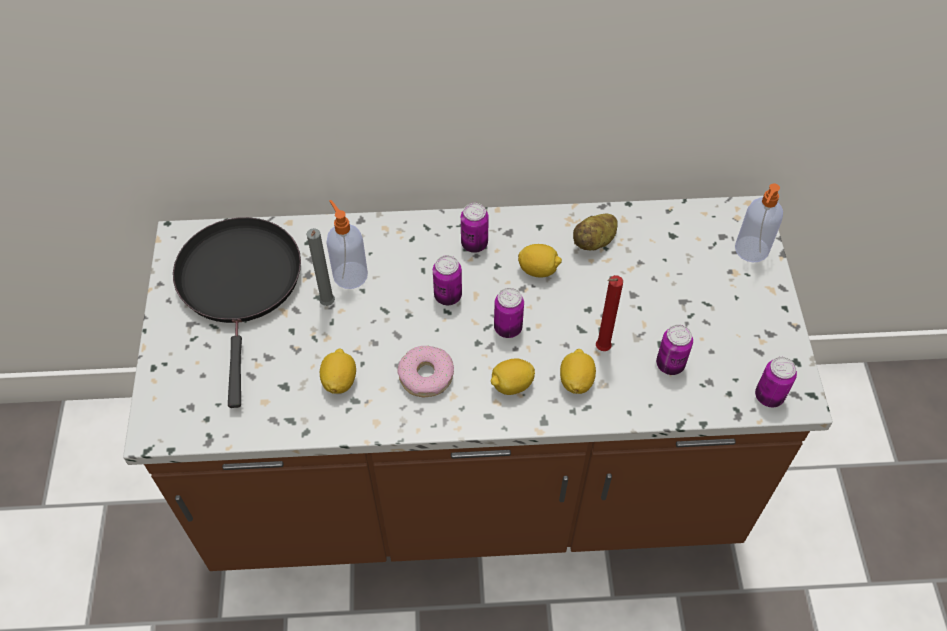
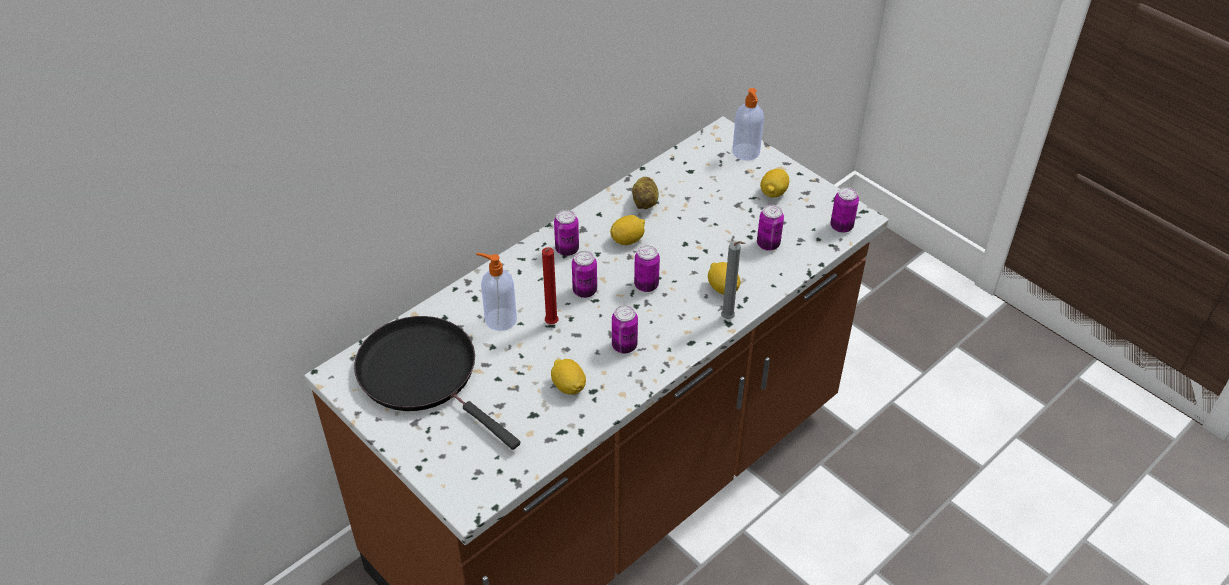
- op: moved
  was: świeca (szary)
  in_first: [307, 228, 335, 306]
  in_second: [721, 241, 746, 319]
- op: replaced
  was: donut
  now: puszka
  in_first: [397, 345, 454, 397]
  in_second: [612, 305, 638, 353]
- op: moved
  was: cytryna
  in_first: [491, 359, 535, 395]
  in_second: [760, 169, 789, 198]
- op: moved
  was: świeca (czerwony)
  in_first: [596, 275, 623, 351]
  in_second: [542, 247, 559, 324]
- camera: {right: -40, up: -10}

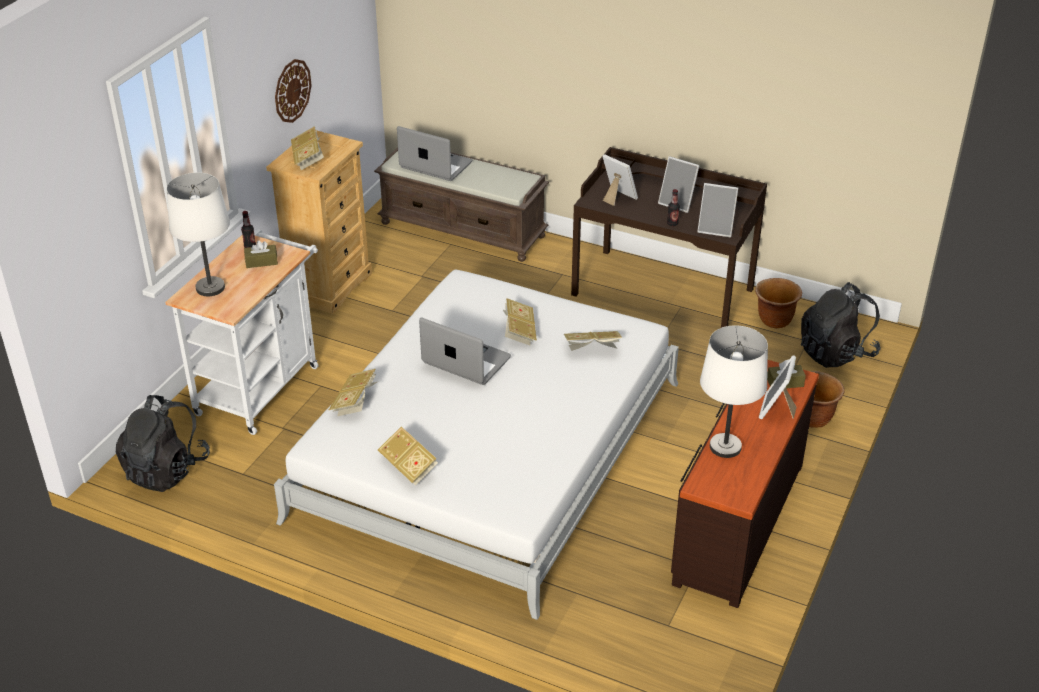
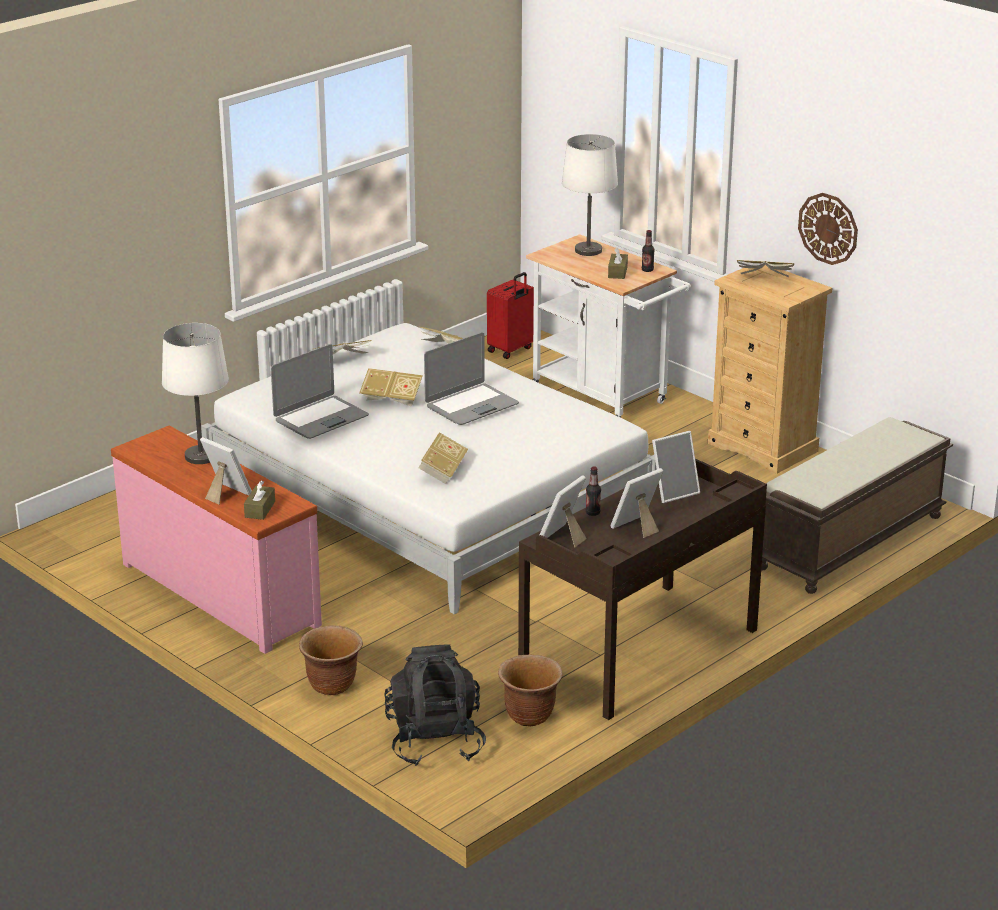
- op: replaced
  was: plecak (czarny)
  now: walizka (czerwony)
  in_first: [116, 395, 210, 492]
  in_second: [487, 272, 534, 359]
- op: moved
  was: laptop
  in_first: [397, 126, 472, 181]
  in_second: [271, 344, 369, 439]
- op: moved
  was: książka
  in_first: [502, 298, 537, 345]
  in_second: [359, 368, 423, 407]
- op: recoloured
  was: komoda (brązowy)
  now: komoda (różowy)
  in_first: [671, 360, 819, 608]
  in_second: [111, 425, 322, 654]
- camera: {right: 110, up: -10}

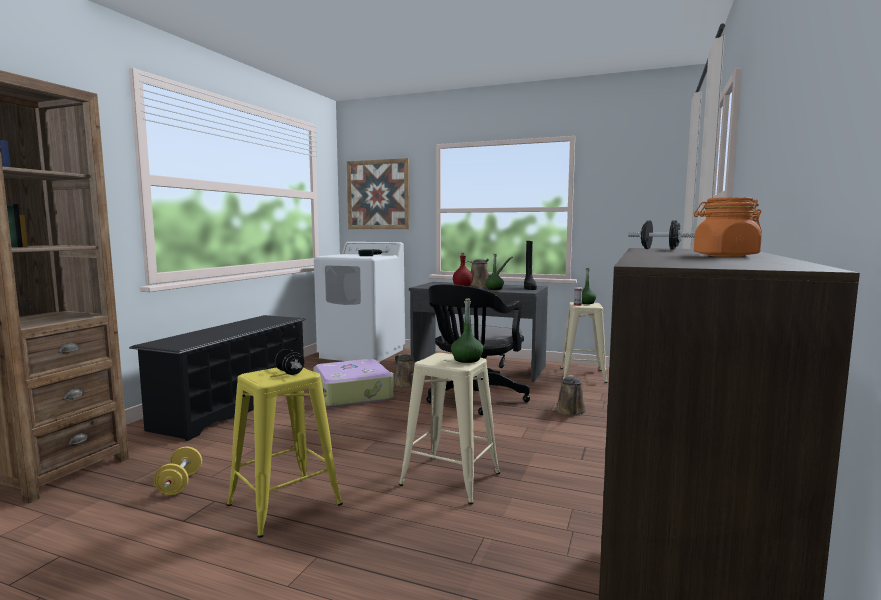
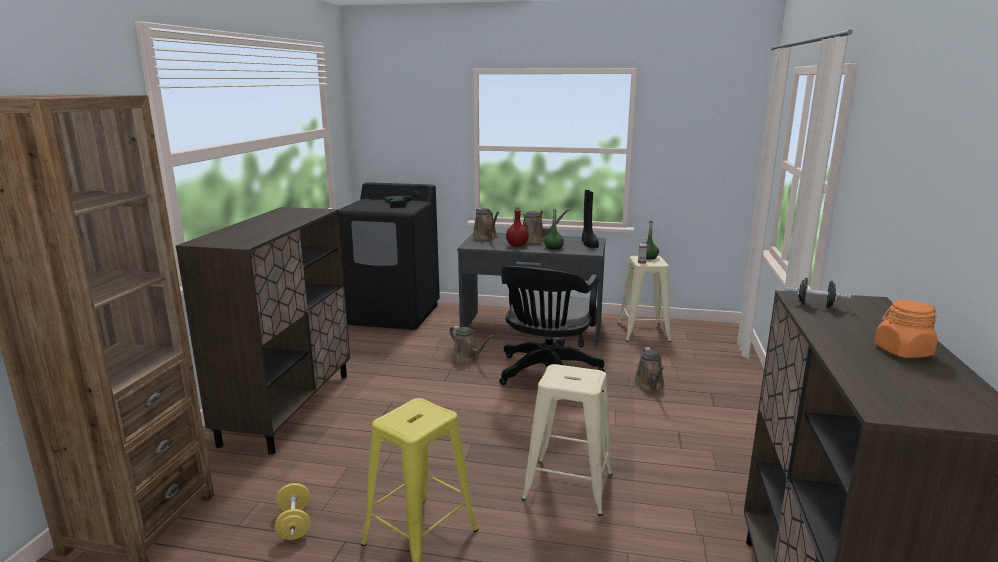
- op: replaced
  was: regał na buty (czarny)
  now: szafka (brązowy)
  in_first: [129, 315, 306, 441]
  in_second: [176, 207, 350, 455]
- op: removed
  was: hantel (czarny)
  in_first: [275, 349, 304, 375]
- op: removed
  was: walizka
  in_first: [313, 359, 394, 407]
- op: recoloured
  was: pralka (biały)
  now: pralka (czarny)
  in_first: [314, 242, 405, 362]
  in_second: [339, 182, 440, 330]
- op: removed
  was: obraz
  in_first: [347, 158, 410, 229]
- op: removed
  was: butelka (zielony)
  in_first: [451, 298, 483, 363]
- op: added
  now: konewka (brązowy)
  in_second: [472, 208, 499, 240]
- camera: {right: -10, up: 10}

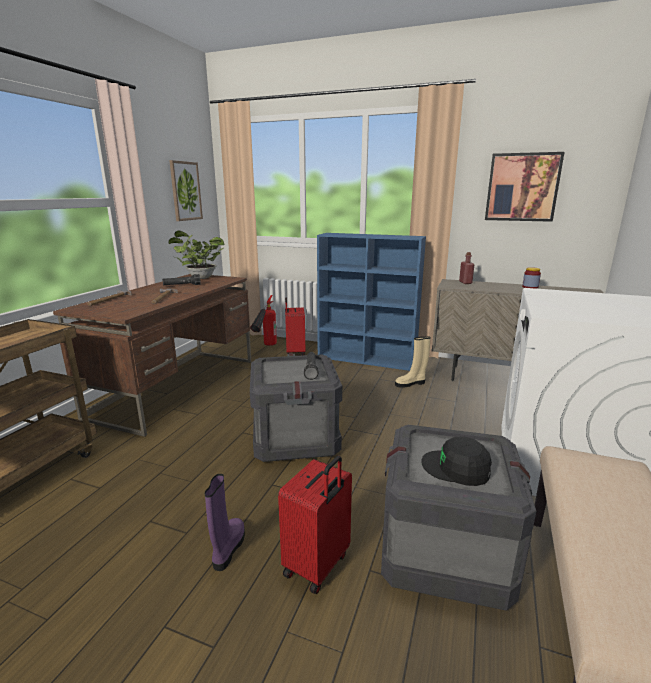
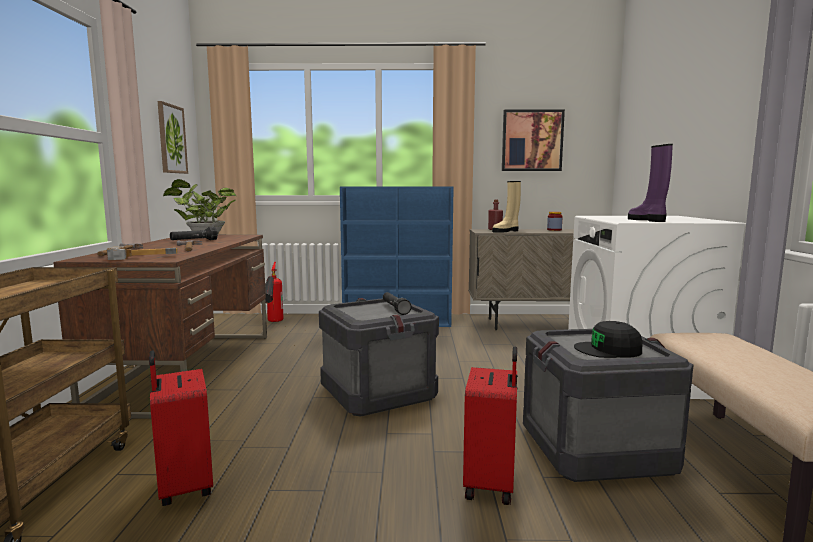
- op: moved
  was: but z cholewką (fioletowy)
  in_first: [205, 474, 245, 571]
  in_second: [628, 144, 673, 222]
- op: moved
  was: walizka (czerwony)
  in_first: [285, 298, 305, 355]
  in_second: [149, 350, 213, 506]
- op: moved
  was: but z cholewką (beżowy)
  in_first: [395, 336, 430, 387]
  in_second: [492, 181, 521, 233]
- op: added
  now: młotek
  in_second: [107, 246, 178, 260]
- camera: {right: -20, up: -10}

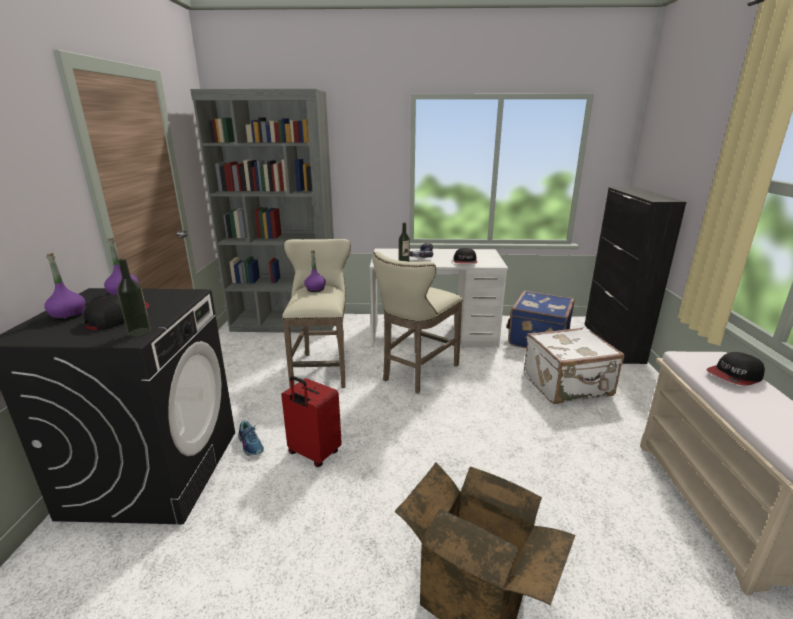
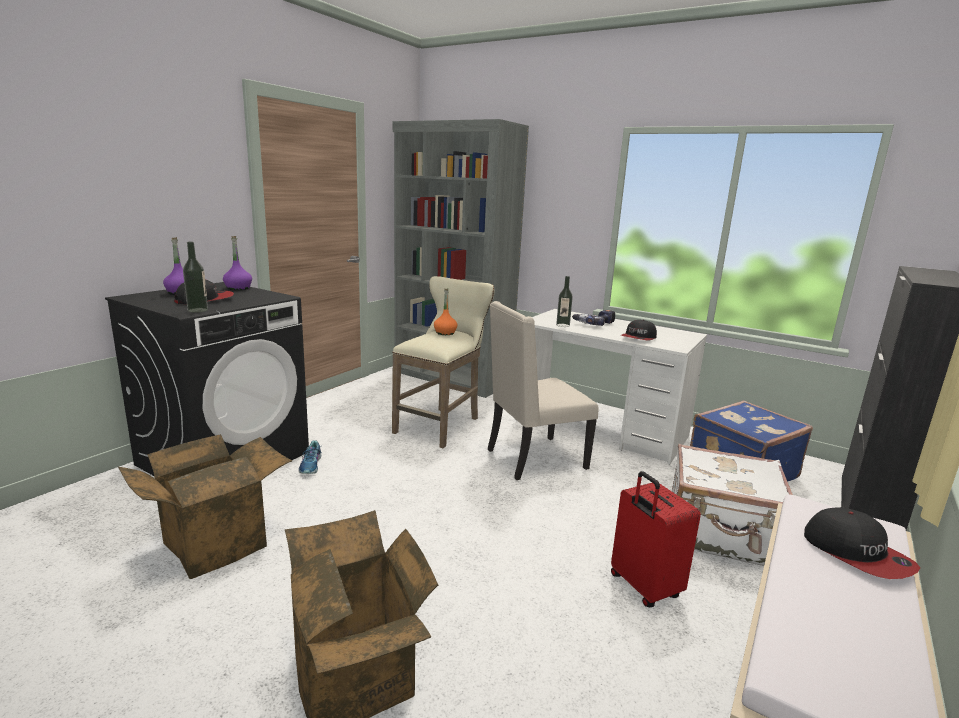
- op: moved
  was: walizka (czerwony)
  in_first: [281, 376, 342, 467]
  in_second: [611, 471, 701, 607]
- op: recoloured
  was: butelka (fioletowy)
  now: butelka (pomarańczowy)
  in_first: [304, 250, 326, 292]
  in_second: [434, 289, 457, 335]
- op: replaced
  was: stołek (beżowy)
  now: krzesło (beżowy)
  in_first: [373, 251, 463, 394]
  in_second: [488, 301, 599, 480]
- op: turned
  was: czapka z daszkiem
  in_first: [706, 352, 765, 386]
  in_second: [804, 507, 921, 579]
  clockwise: -120
- op: added
  now: karton
  in_second: [118, 434, 292, 579]
- camera: {right: 30, up: -5}

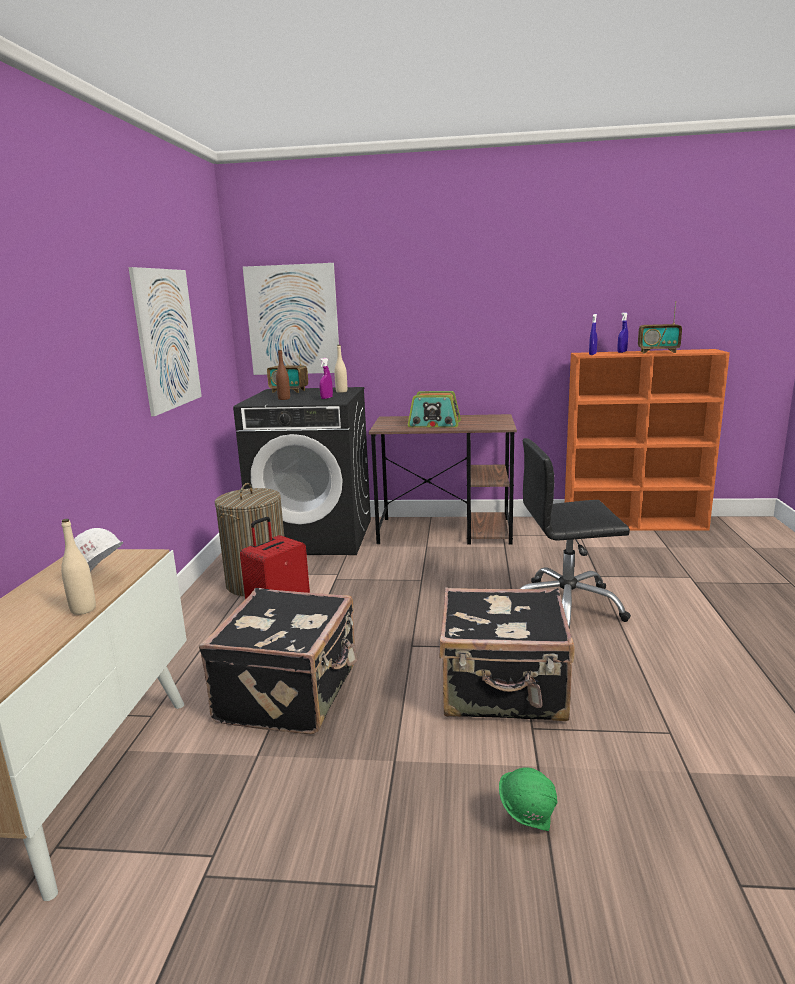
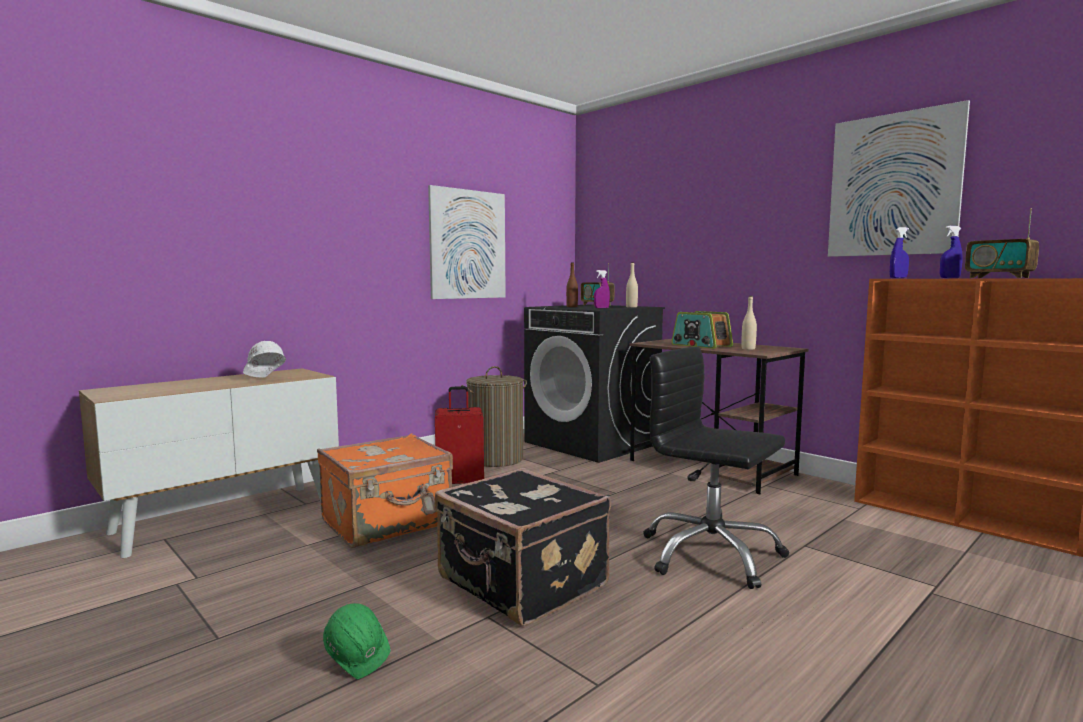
- op: moved
  was: butelka (beżowy)
  in_first: [61, 519, 96, 615]
  in_second: [741, 296, 757, 350]
- op: recoloured
  was: walizka (czarny)
  now: walizka (pomarańczowy)
  in_first: [199, 588, 358, 734]
  in_second: [317, 434, 453, 548]
- op: moved
  was: obraz
  in_first: [243, 263, 339, 375]
  in_second: [828, 100, 970, 257]
- camera: {right: 40, up: -10}

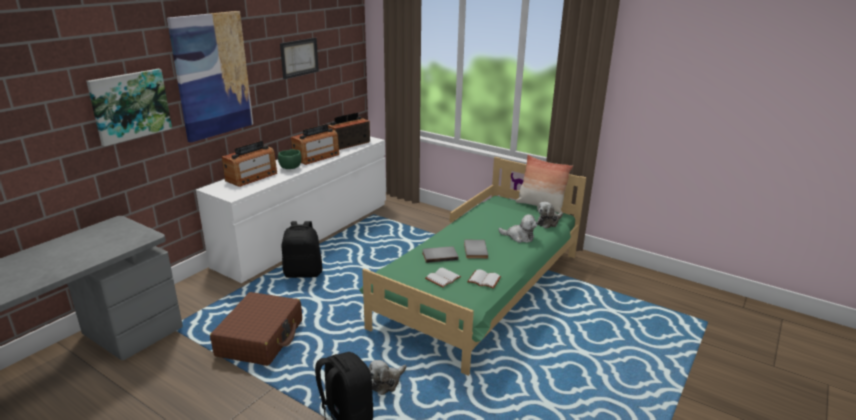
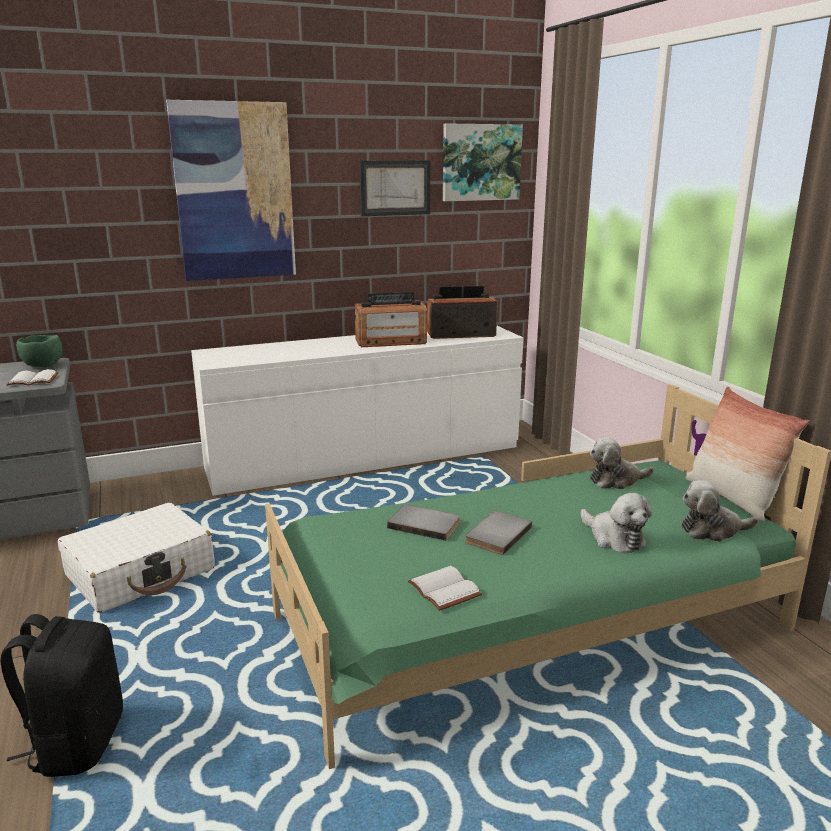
- op: moved
  was: obraz
  in_first: [86, 69, 172, 146]
  in_second: [443, 123, 523, 201]
- op: recoloured
  was: walizka (brązowy)
  now: walizka (biały)
  in_first: [210, 292, 302, 366]
  in_second: [58, 503, 215, 613]
- op: removed
  was: radio
  in_first: [222, 141, 277, 187]
- op: moved
  was: miska (zielony)
  in_first: [278, 149, 302, 169]
  in_second: [16, 335, 62, 367]
- op: removed
  was: plecak (czarny)
  in_first: [282, 221, 323, 278]
- op: moved
  was: pluszak
  in_first: [369, 360, 406, 395]
  in_second: [590, 437, 654, 489]
- op: moved
  was: książka (biały)
  in_first: [425, 267, 461, 288]
  in_second: [6, 369, 59, 386]
- camera: {right: 35, up: -5}

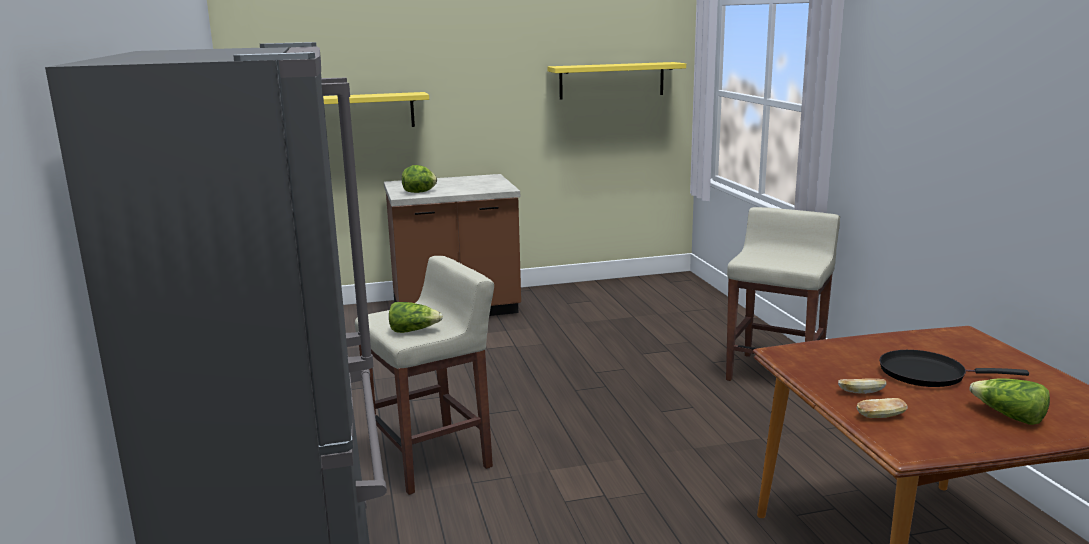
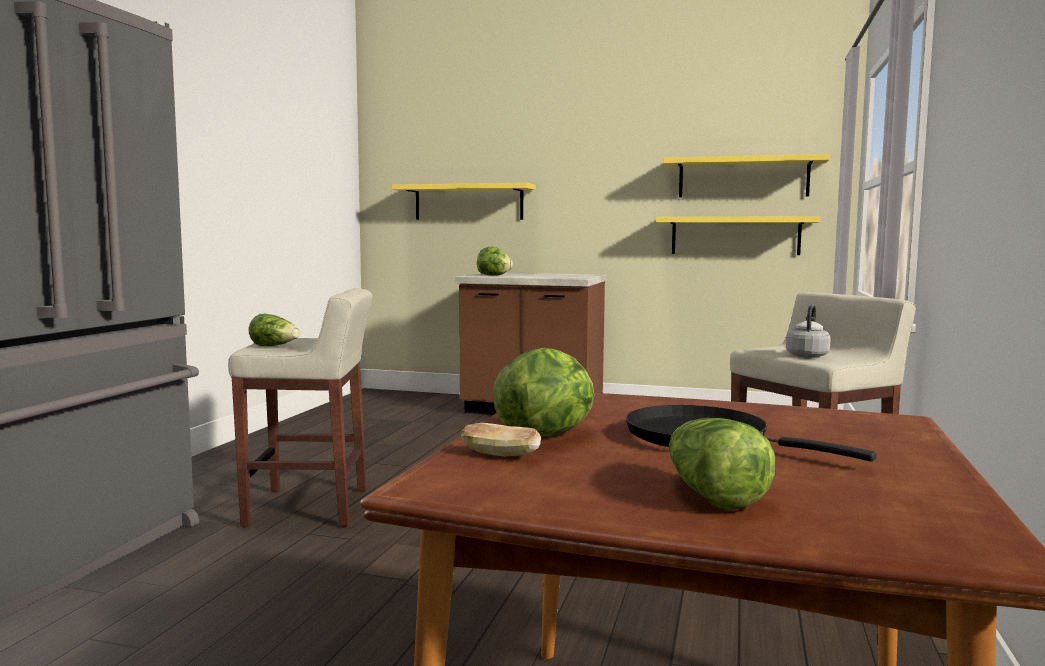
- op: replaced
  was: chleb
  now: sałata
  in_first: [838, 378, 887, 394]
  in_second: [493, 348, 594, 436]
- op: added
  now: półka (żółty)
  in_second: [656, 217, 820, 255]
- op: added
  now: czajnik (szary)
  in_second: [786, 304, 831, 358]
- camera: {right: 30, up: -10}

